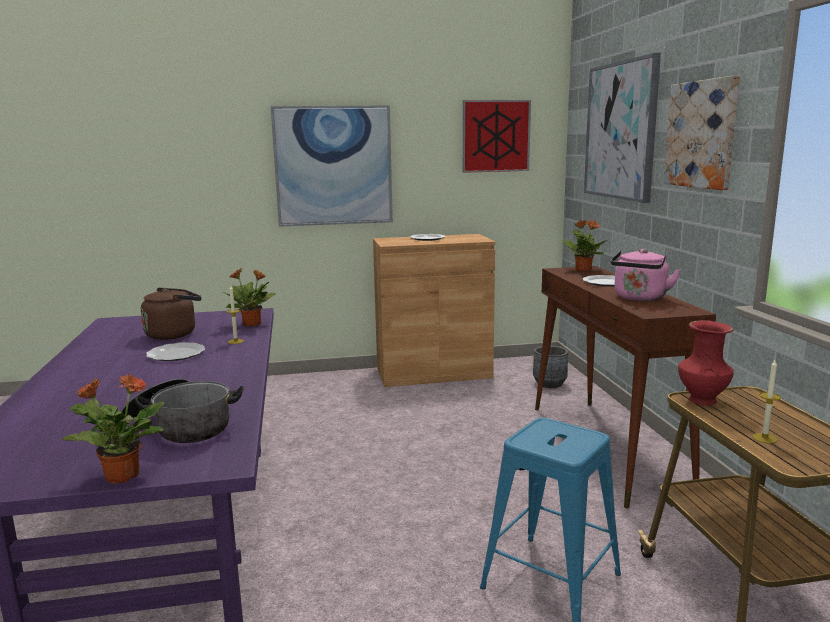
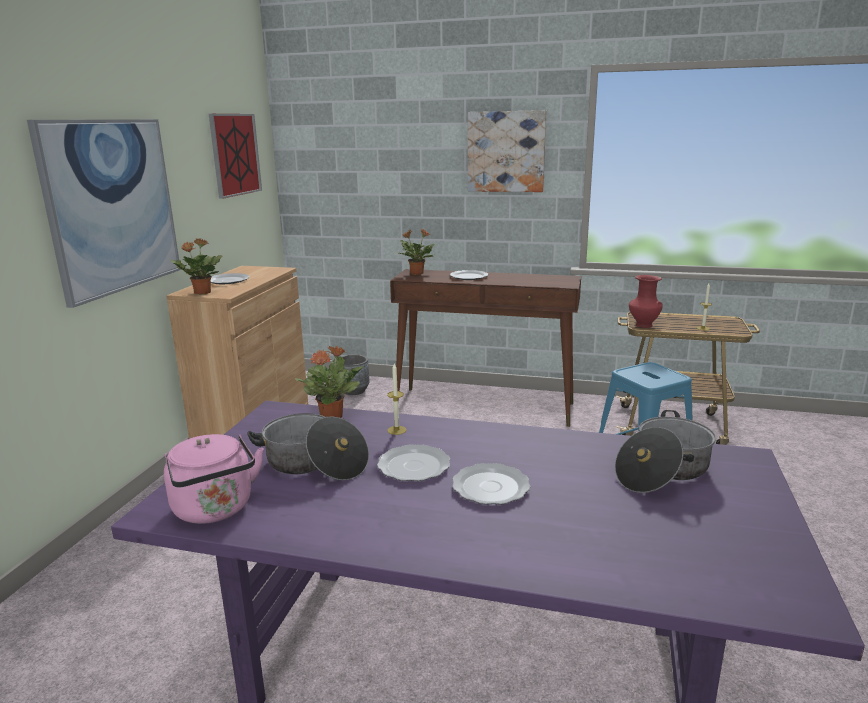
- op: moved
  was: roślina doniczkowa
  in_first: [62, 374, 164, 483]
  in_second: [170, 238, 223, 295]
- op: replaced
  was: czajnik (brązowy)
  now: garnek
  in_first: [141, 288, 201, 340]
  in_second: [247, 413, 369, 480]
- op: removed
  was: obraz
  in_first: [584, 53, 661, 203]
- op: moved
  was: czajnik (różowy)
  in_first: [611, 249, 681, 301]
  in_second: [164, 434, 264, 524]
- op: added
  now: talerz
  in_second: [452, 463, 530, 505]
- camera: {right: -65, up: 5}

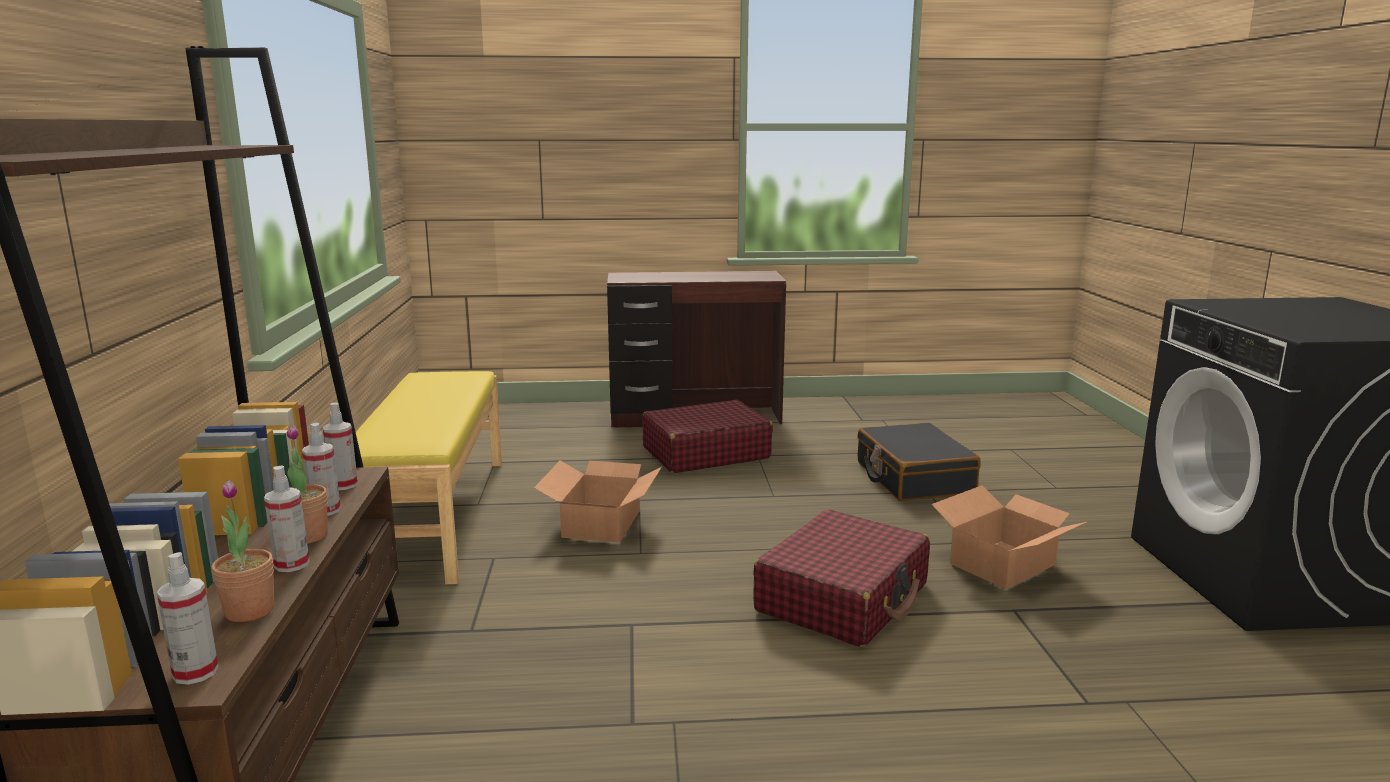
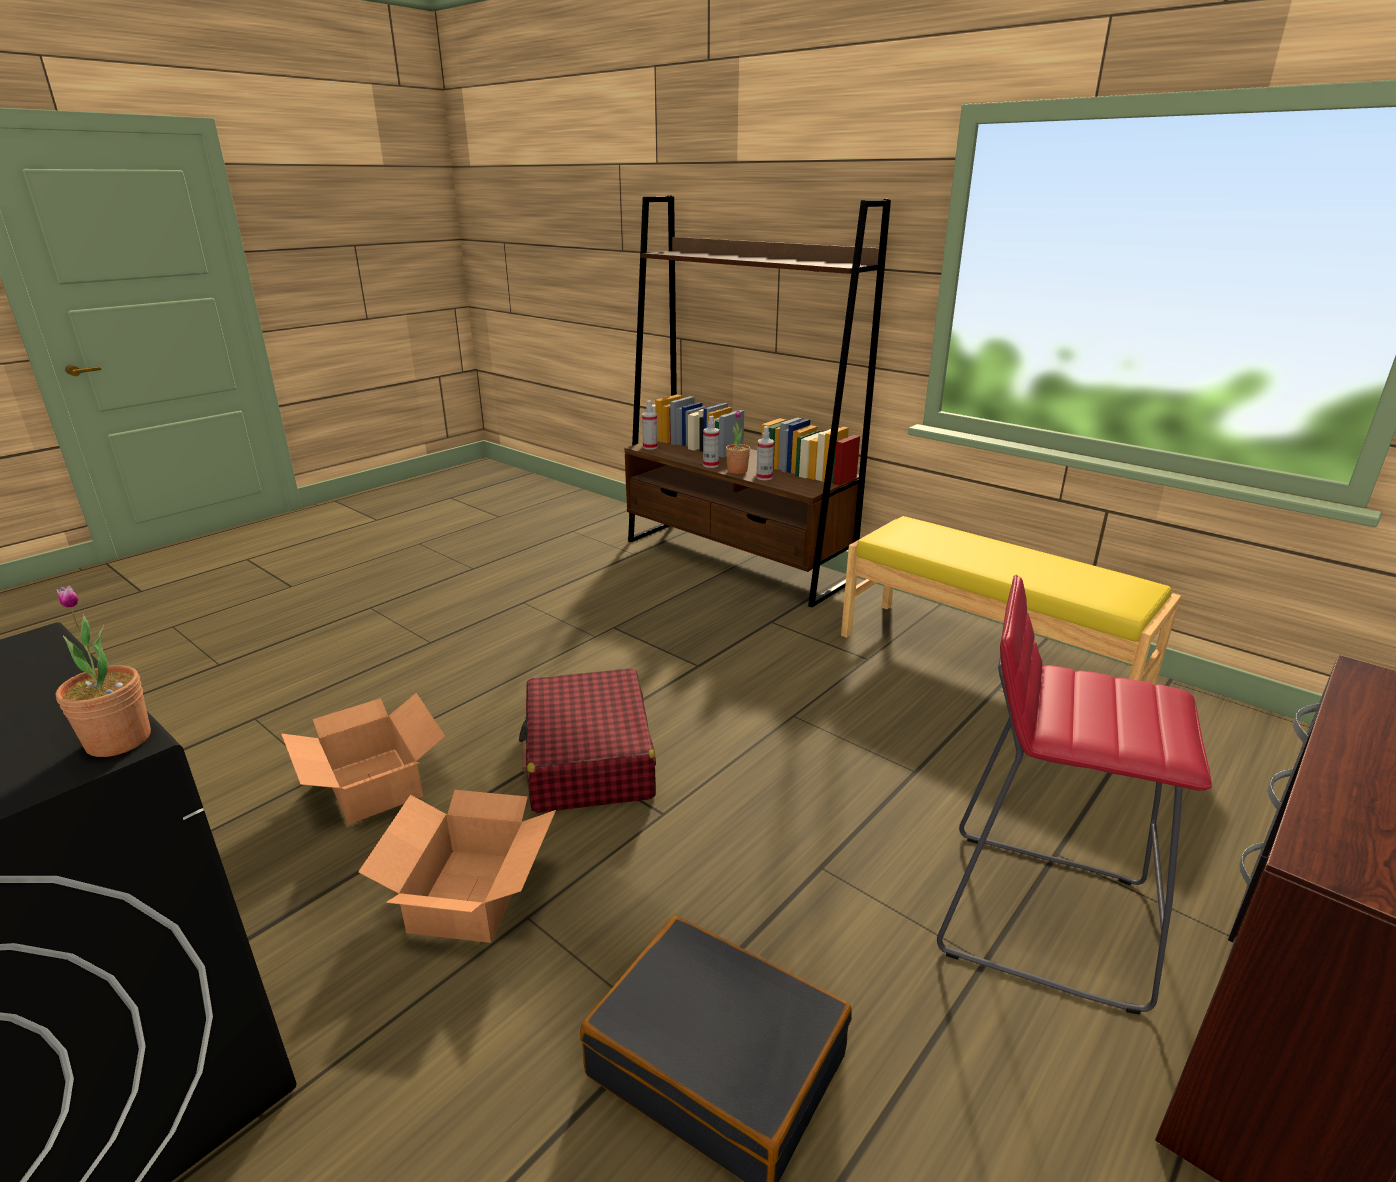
- op: moved
  was: roślina doniczkowa
  in_first: [211, 480, 275, 622]
  in_second: [56, 586, 151, 757]
- op: removed
  was: spryskiwacz
  in_first: [323, 403, 358, 490]
- op: moved
  was: karton
  in_first: [534, 460, 662, 543]
  in_second: [281, 693, 445, 825]
- op: replaced
  was: walizka (czerwony)
  now: stołek (czerwony)
  in_first: [643, 400, 773, 473]
  in_second: [937, 575, 1212, 1015]
- camera: {right: 135, up: 10}

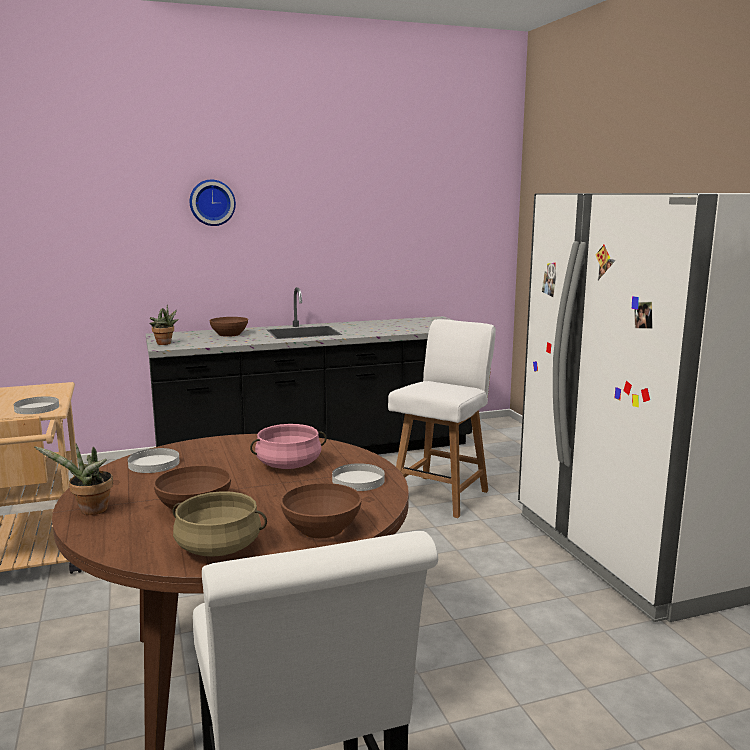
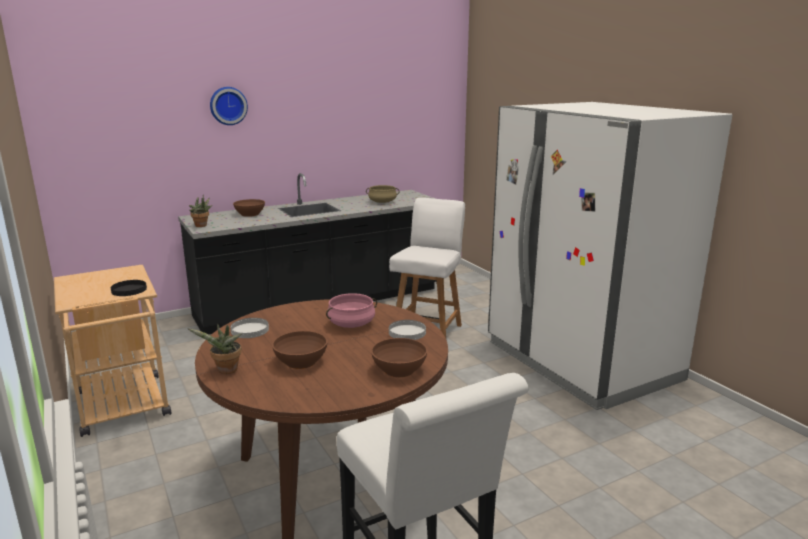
- op: recoloured
  was: talerz (biały)
  now: talerz (czarny)
  in_first: [14, 396, 59, 414]
  in_second: [111, 280, 147, 296]
- op: moved
  was: garnek (beżowy)
  in_first: [173, 491, 267, 557]
  in_second: [366, 185, 400, 203]
- camera: {right: -10, up: 5}

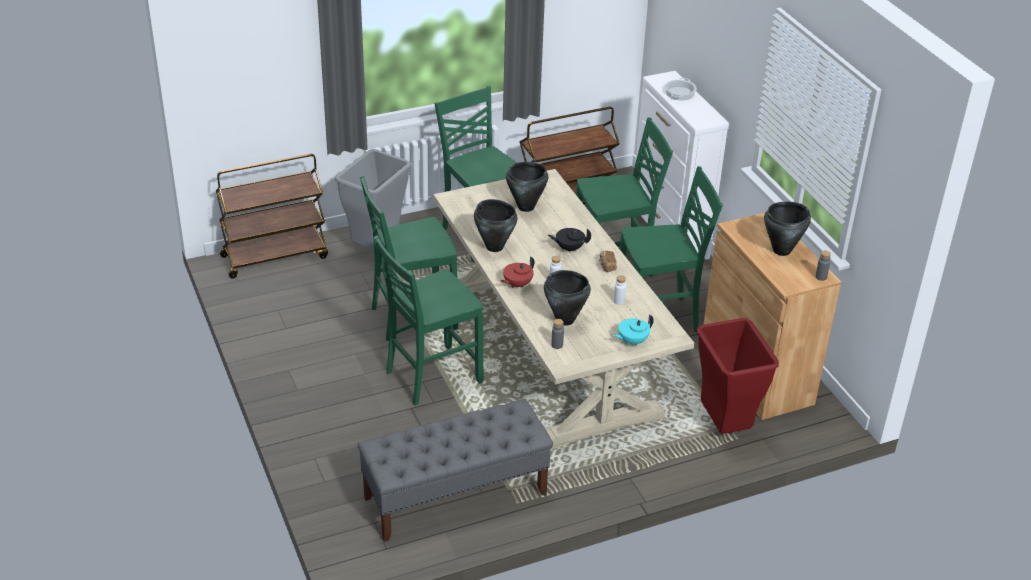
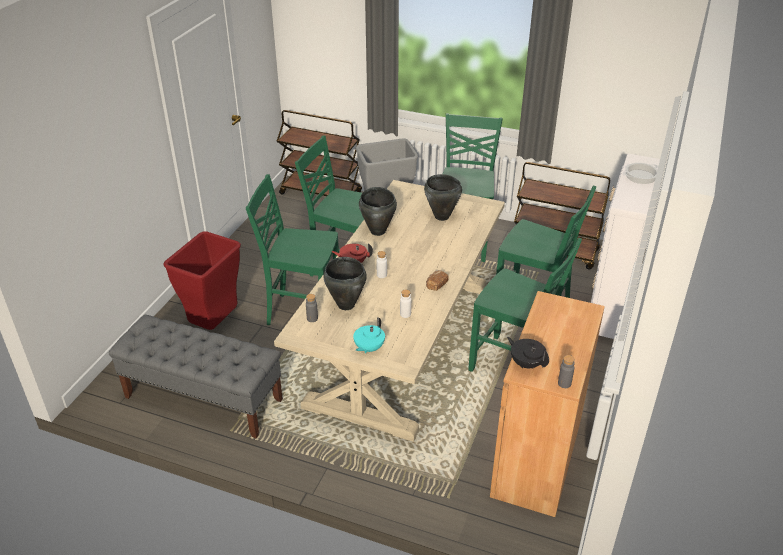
- op: moved
  was: imbryk (czarny)
  in_first: [548, 228, 591, 251]
  in_second: [507, 337, 549, 368]
- op: turned
  was: imbryk (turkusowy)
  in_first: [613, 314, 654, 345]
  in_second: [353, 317, 385, 353]
  clockwise: -75
- op: moved
  was: kosz na śmieci (czerwony)
  in_first: [697, 318, 779, 434]
  in_second: [163, 231, 241, 330]
- op: removed
  was: garnek (czarny)
  in_first: [764, 202, 811, 256]
- camera: {right: 45, up: 0}

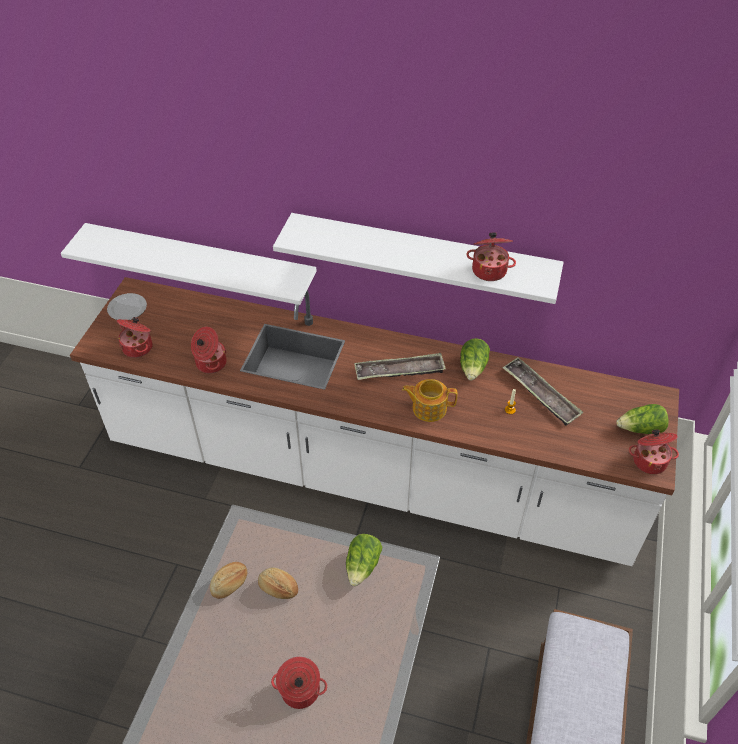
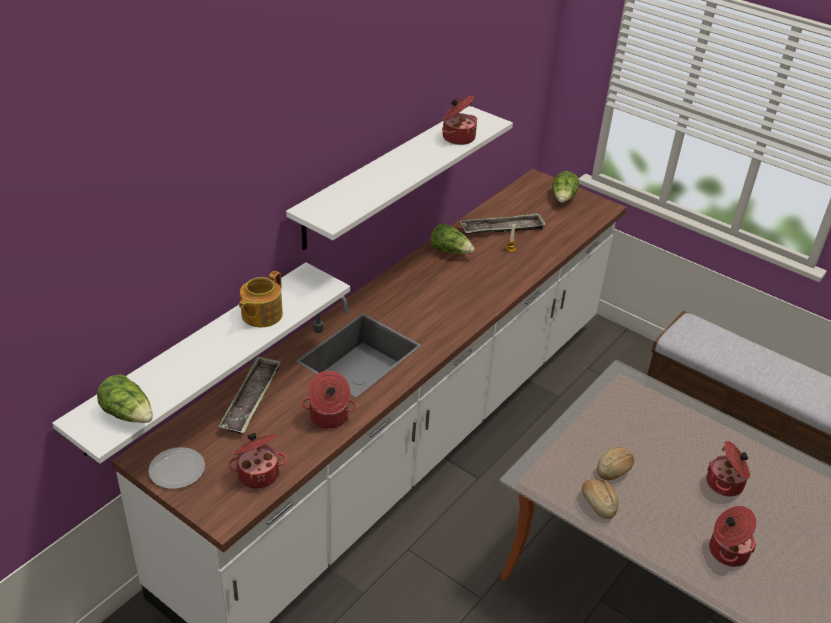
- op: moved
  was: sałata
  in_first: [346, 534, 382, 586]
  in_second: [97, 374, 153, 423]
- op: moved
  was: taca
  in_first: [354, 353, 446, 380]
  in_second: [218, 356, 281, 434]
- op: moved
  was: imbryk
  in_first: [402, 379, 457, 422]
  in_second: [239, 271, 283, 327]
- op: moved
  was: garnek
  in_first: [629, 429, 679, 474]
  in_second: [709, 506, 756, 567]
- camera: {right: -70, up: -10}

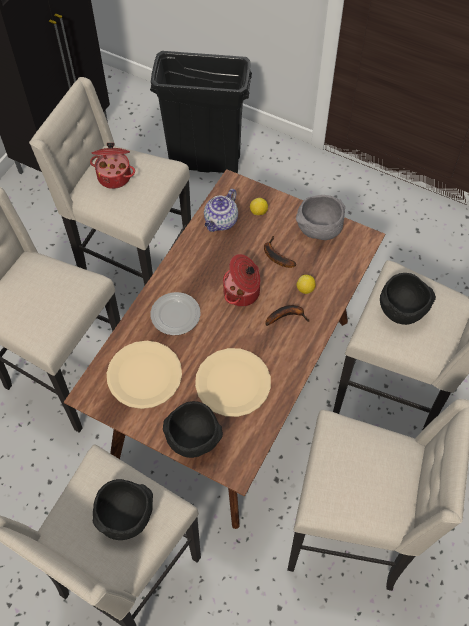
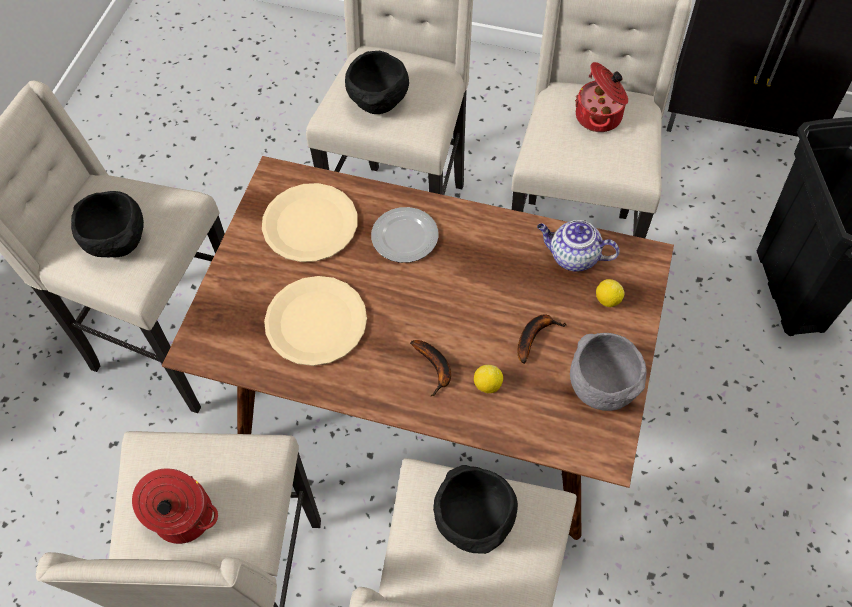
- op: moved
  was: miska (czarny)
  in_first: [163, 401, 223, 458]
  in_second: [345, 51, 409, 114]
- op: moved
  was: garnek
  in_first: [223, 254, 260, 306]
  in_second: [132, 468, 218, 544]
- camera: {right: 80, up: 0}

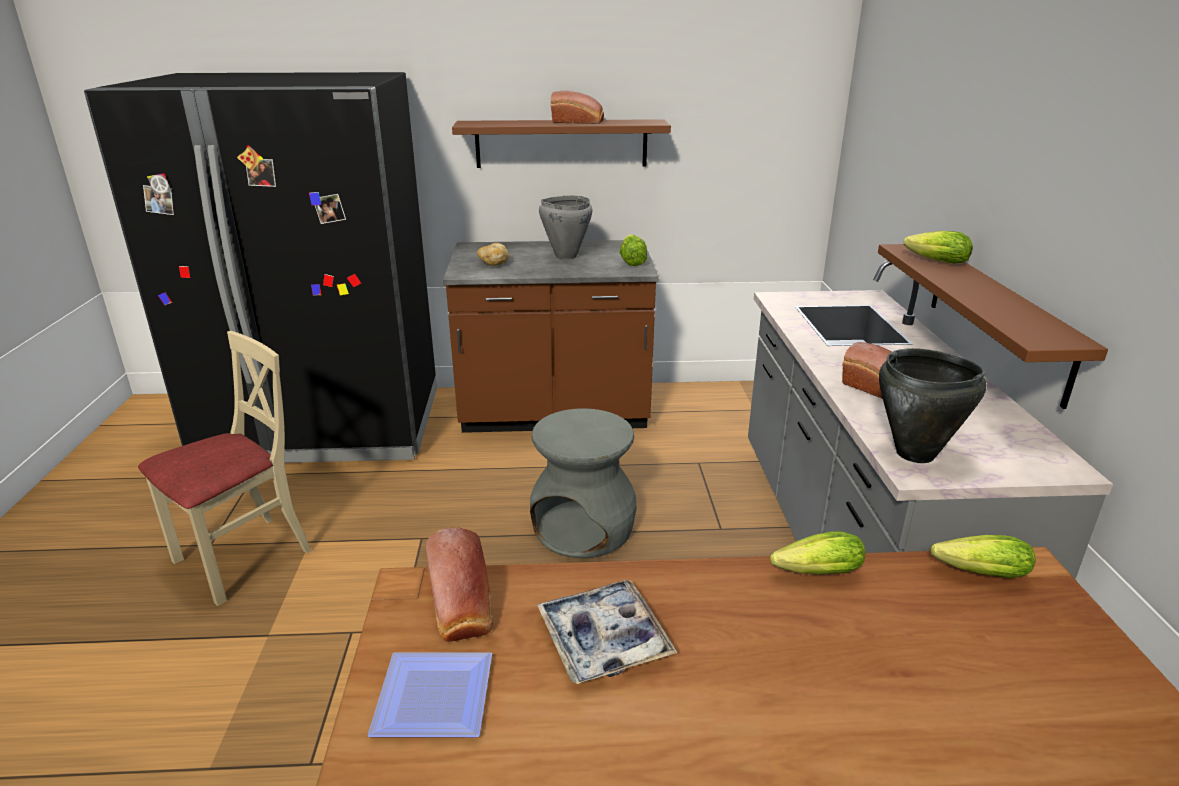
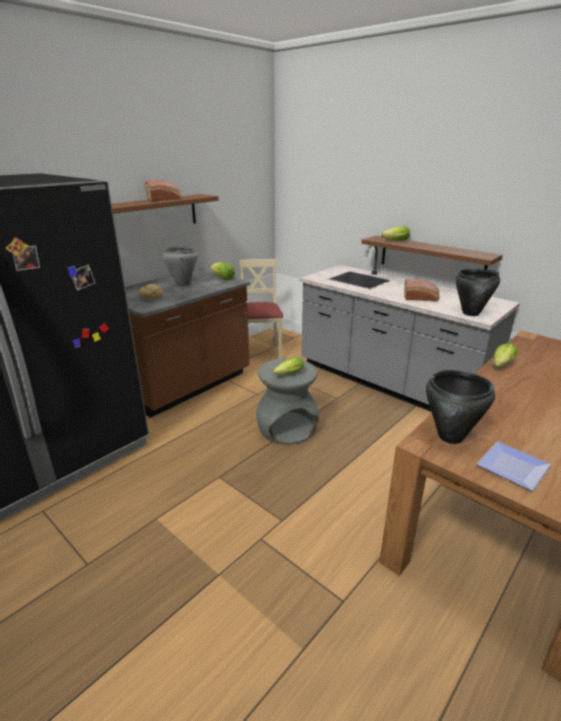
- op: moved
  was: krzesło (beżowy)
  in_first: [138, 331, 312, 606]
  in_second: [239, 259, 283, 359]
- op: replaced
  was: chleb
  now: garnek (czarny)
  in_first: [426, 528, 493, 642]
  in_second: [426, 370, 495, 444]
- op: removed
  was: taca
  in_first: [537, 580, 677, 684]
- op: moved
  was: sałata
  in_first: [931, 535, 1036, 578]
  in_second: [273, 357, 304, 375]
- camera: {right: -45, up: 0}

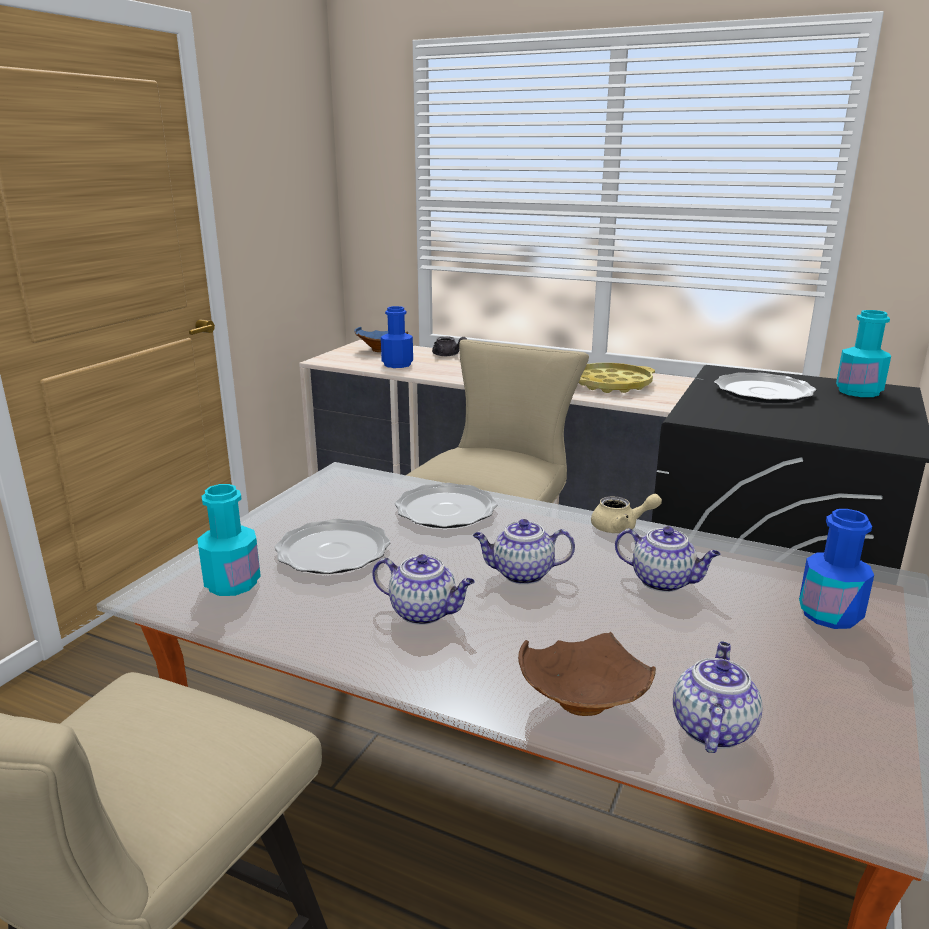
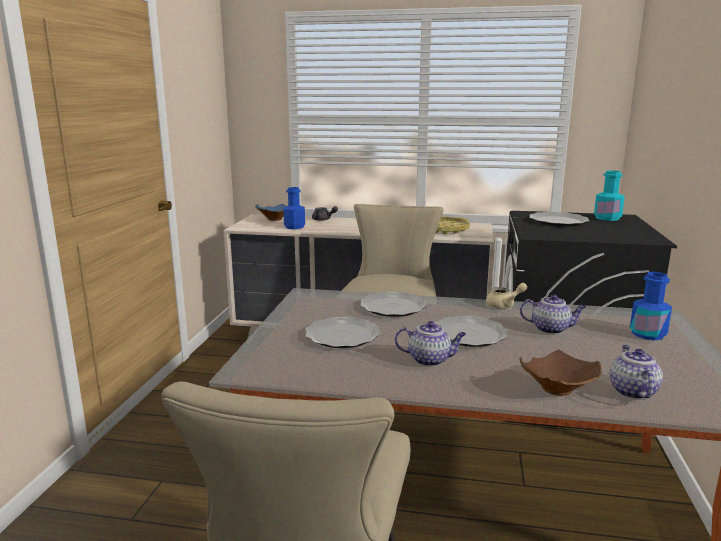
- op: removed
  was: butelka (turkusowy)
  in_first: [197, 484, 261, 596]
- op: replaced
  was: imbryk
  now: talerz
  in_first: [473, 519, 575, 585]
  in_second: [434, 315, 508, 347]
- camera: {right: -15, up: -5}

